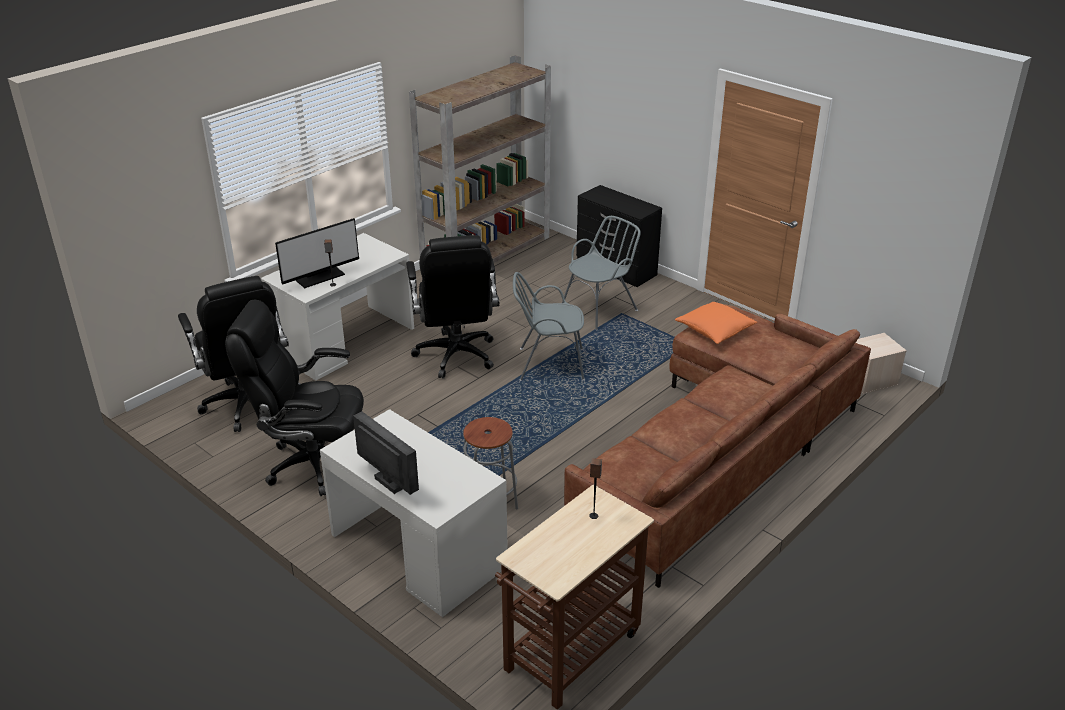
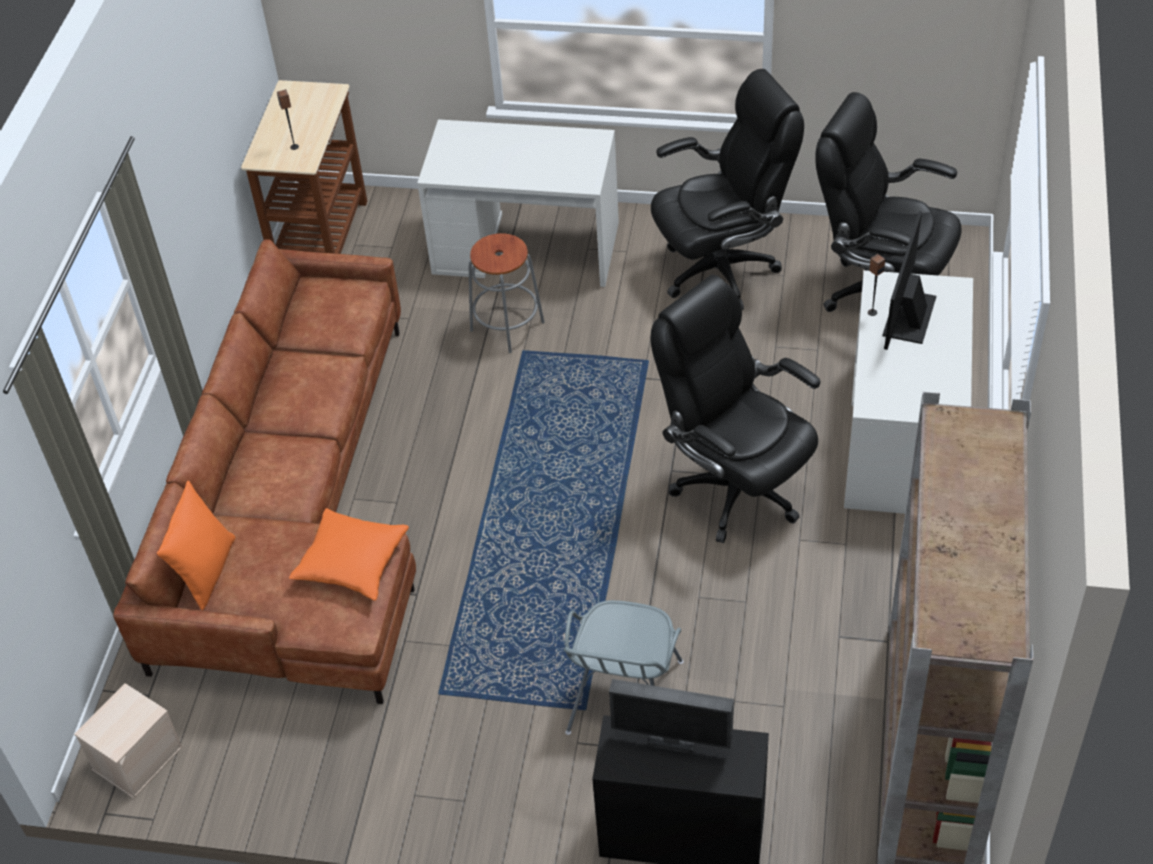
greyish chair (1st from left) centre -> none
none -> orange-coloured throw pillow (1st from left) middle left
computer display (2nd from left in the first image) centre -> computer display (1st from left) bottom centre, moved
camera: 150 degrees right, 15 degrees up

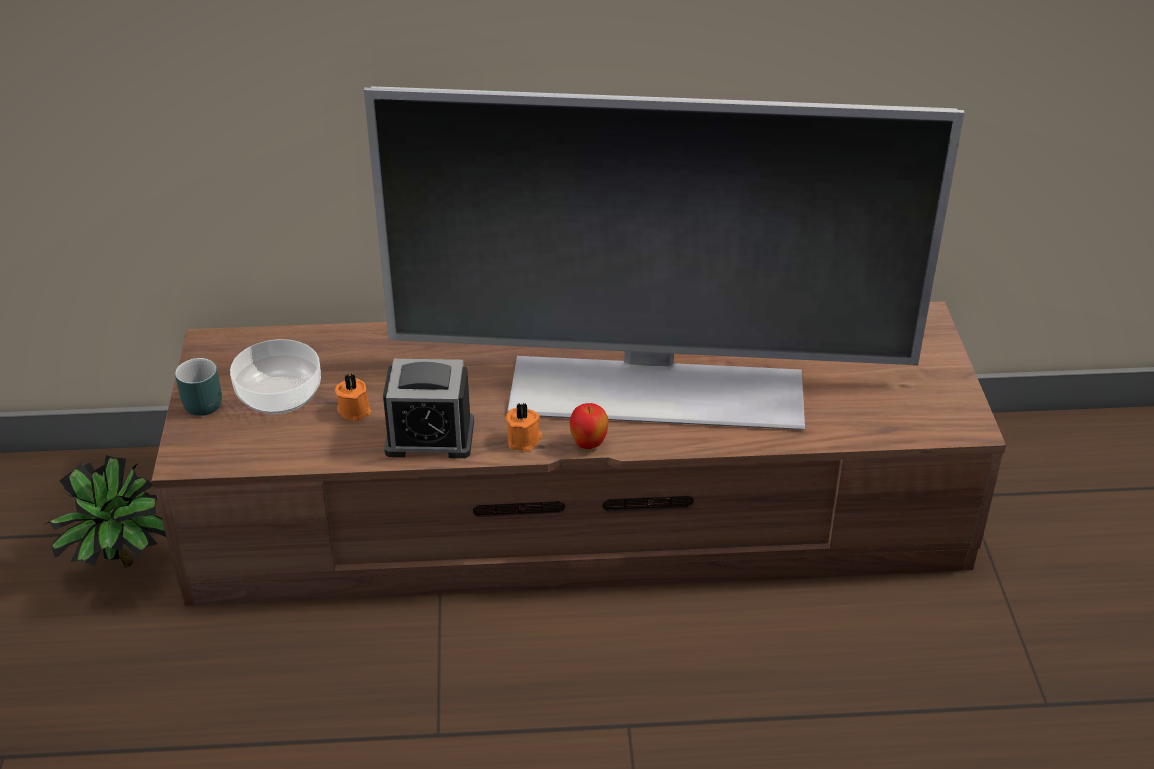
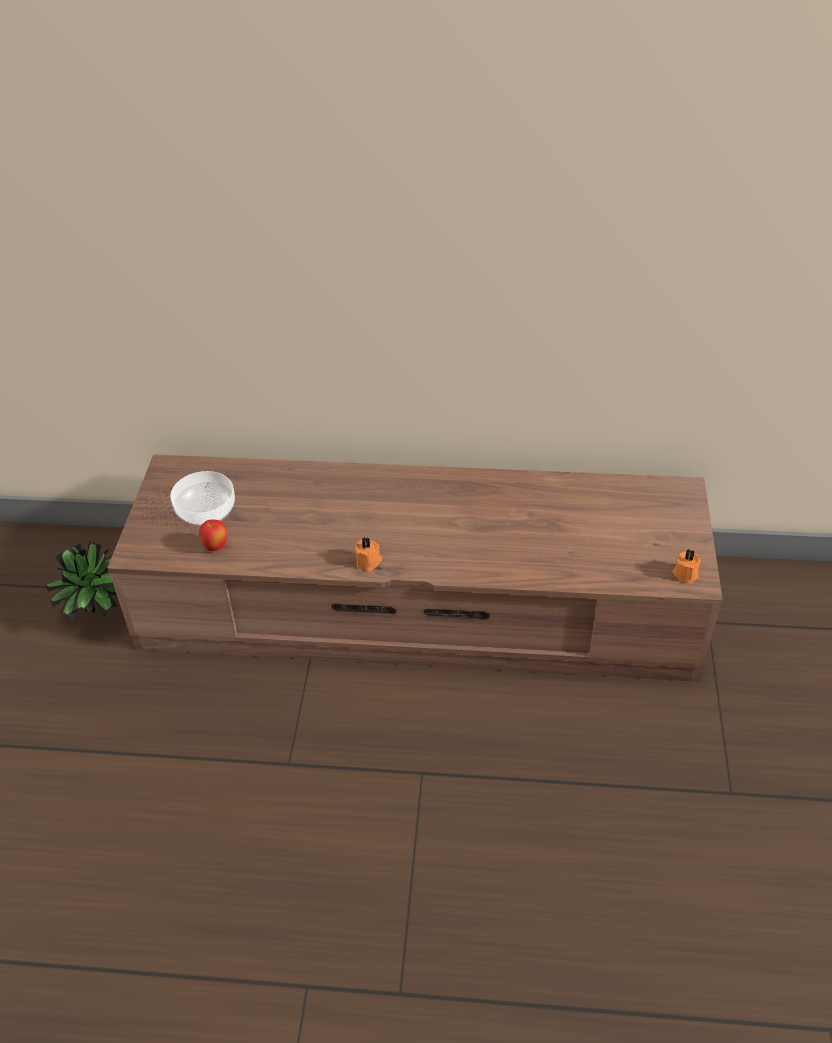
turquoise-coloured coffee mug middle left -> none
television centre -> none
bedside clock centre -> none
orange-coloured wax light (1st from left in the first image) middle left -> orange-coloured wax light (2nd from left) middle right, moved
apple fruit centre -> apple fruit middle left, moved
camera: 10 degrees right, 5 degrees up

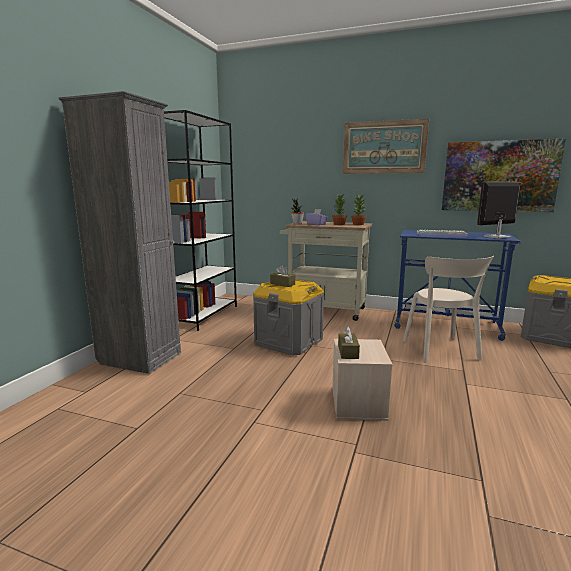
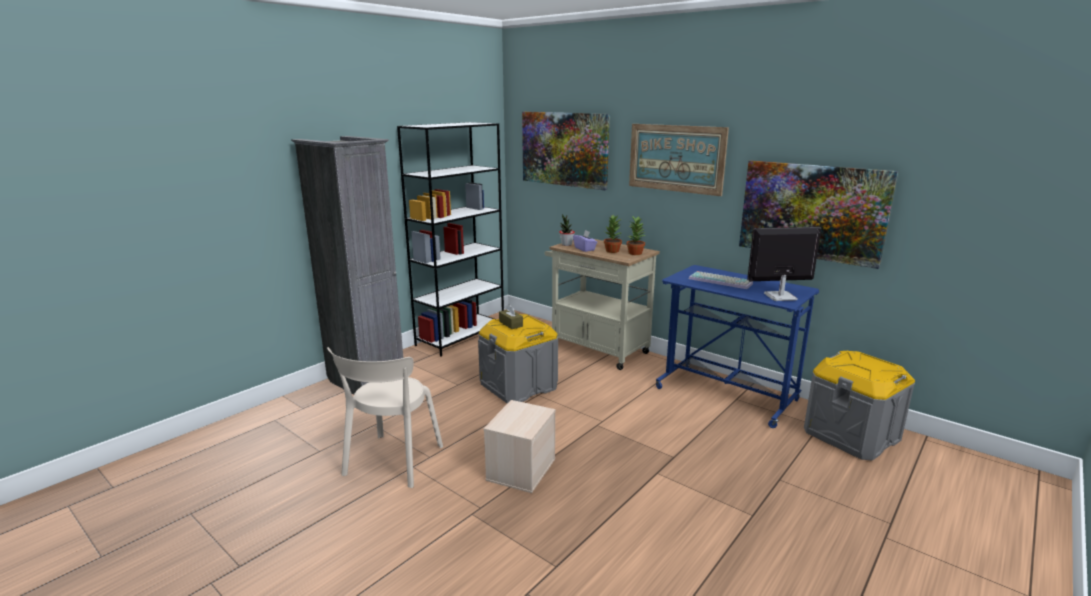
brown box of tissues (2nd from left) centre -> none
none -> picture (1st from left) top centre
sand-coloured chair middle right -> sand-coloured chair bottom centre, moved
camera: 20 degrees right, 5 degrees up

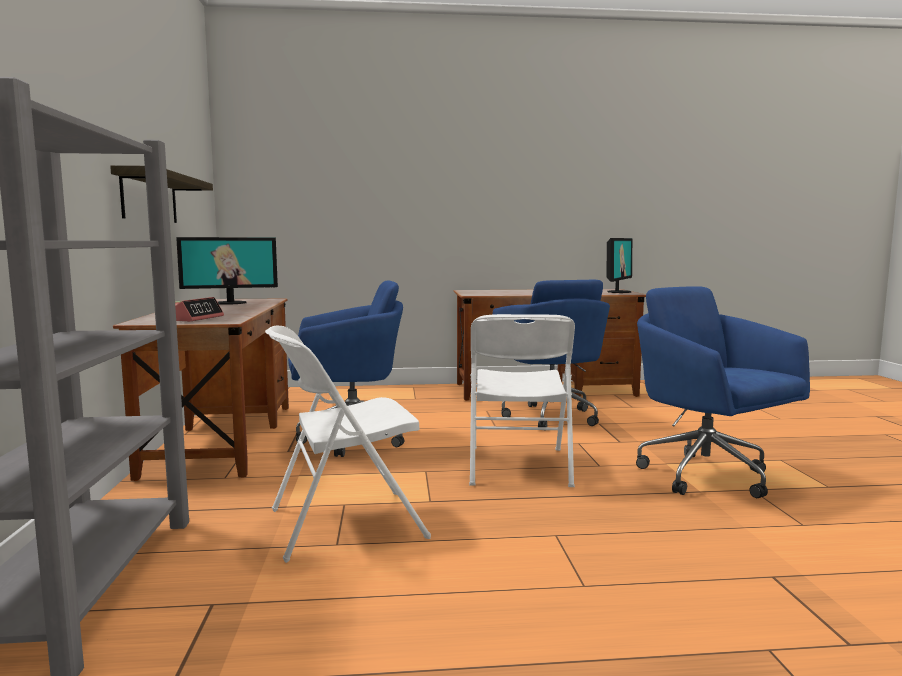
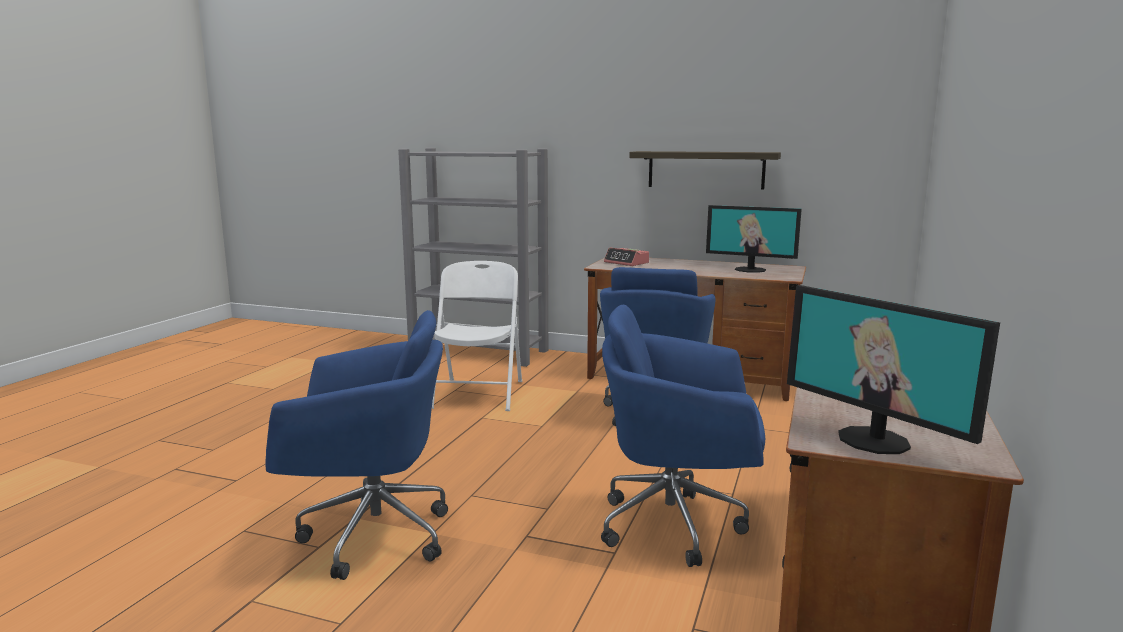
white-coloured chair (2nd from left) centre -> none
computer display (1st from left) middle left -> computer display (1st from left) middle right, 75 degrees counterclockwise
camera: 115 degrees right, 5 degrees up

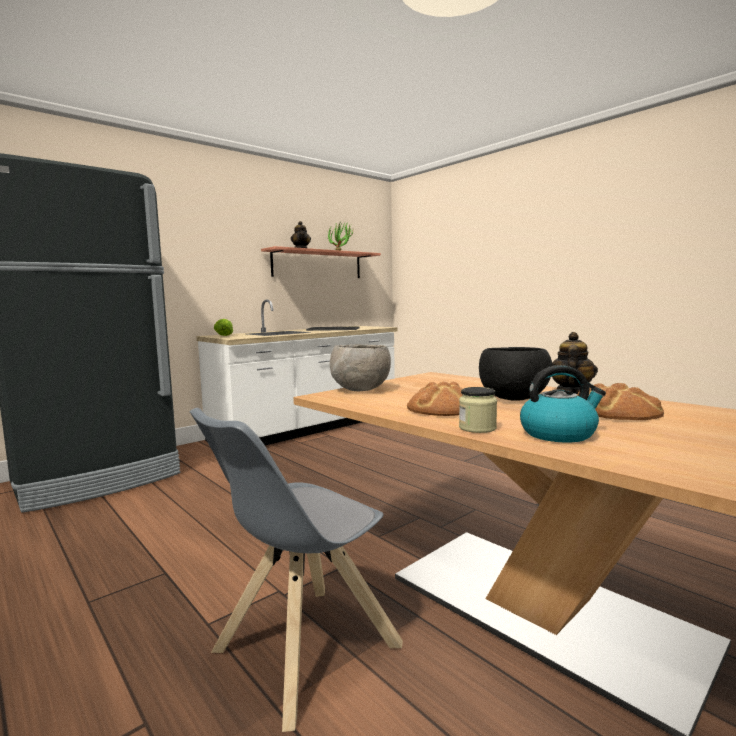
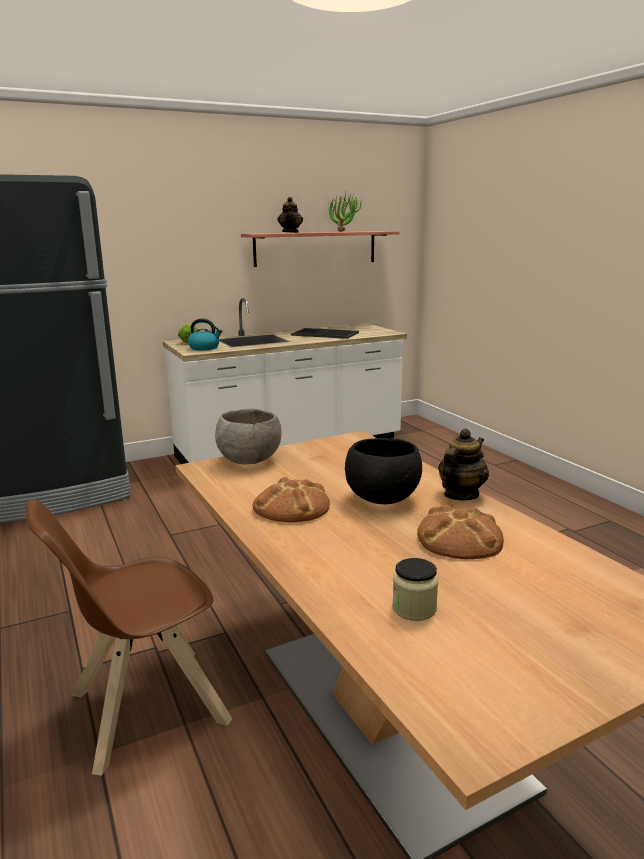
storage jar centre -> storage jar bottom centre, moved
kettle middle right -> kettle middle left, moved
greyish chair bottom centre -> brown chair bottom left
camera: 15 degrees right, 10 degrees up

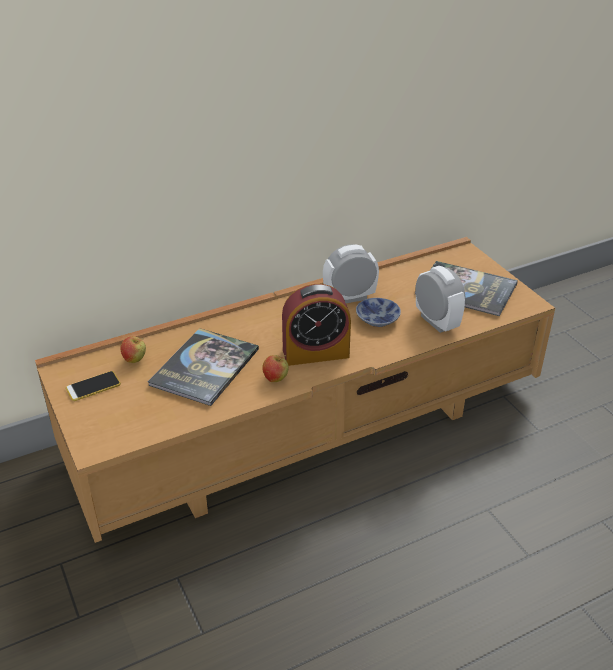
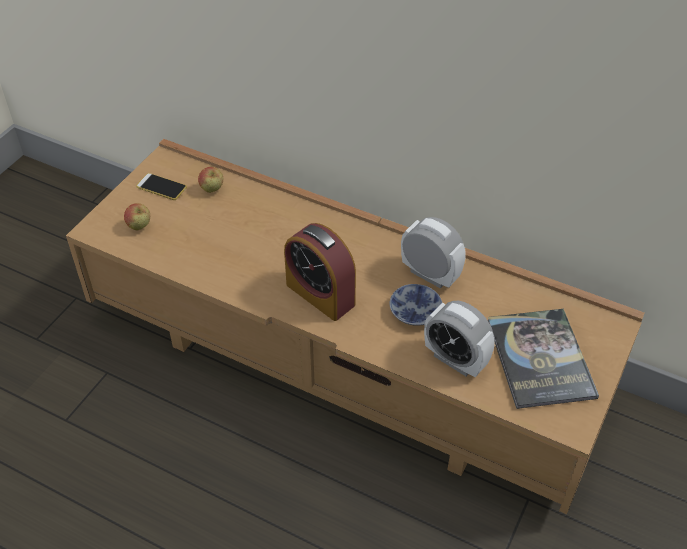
volume (1st from left) middle left -> none
apple fruit (2nd from left in the first image) centre -> apple fruit (1st from left) middle left, moved
bedside clock (3rd from left) middle right, 105 degrees clockwise
camera: 55 degrees right, 10 degrees up

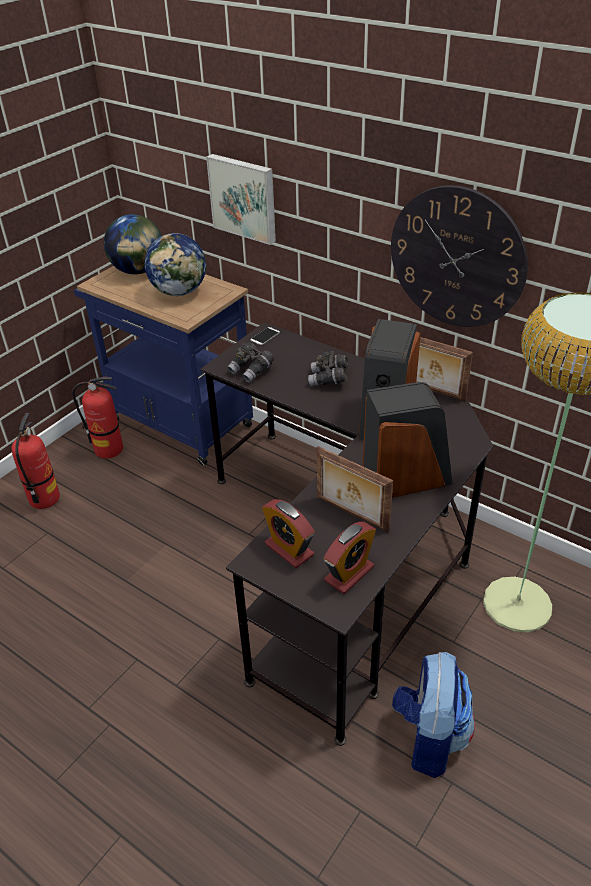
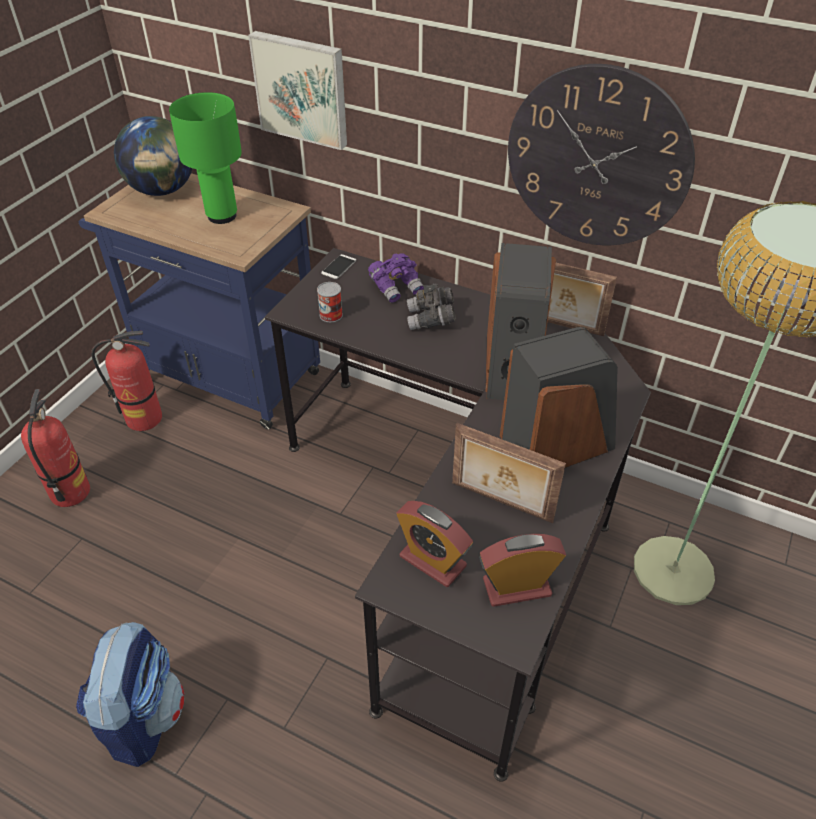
none -> purple field glasses centre
rucksack bottom right -> rucksack bottom left, moved
globe (2nd from left) top left -> green table lamp top left
greyish field glasses (1st from left) centre -> can centre
bedside clock (2nd from left) centre -> bedside clock (2nd from left) bottom centre, 135 degrees counterclockwise
camera: 10 degrees left, 5 degrees up

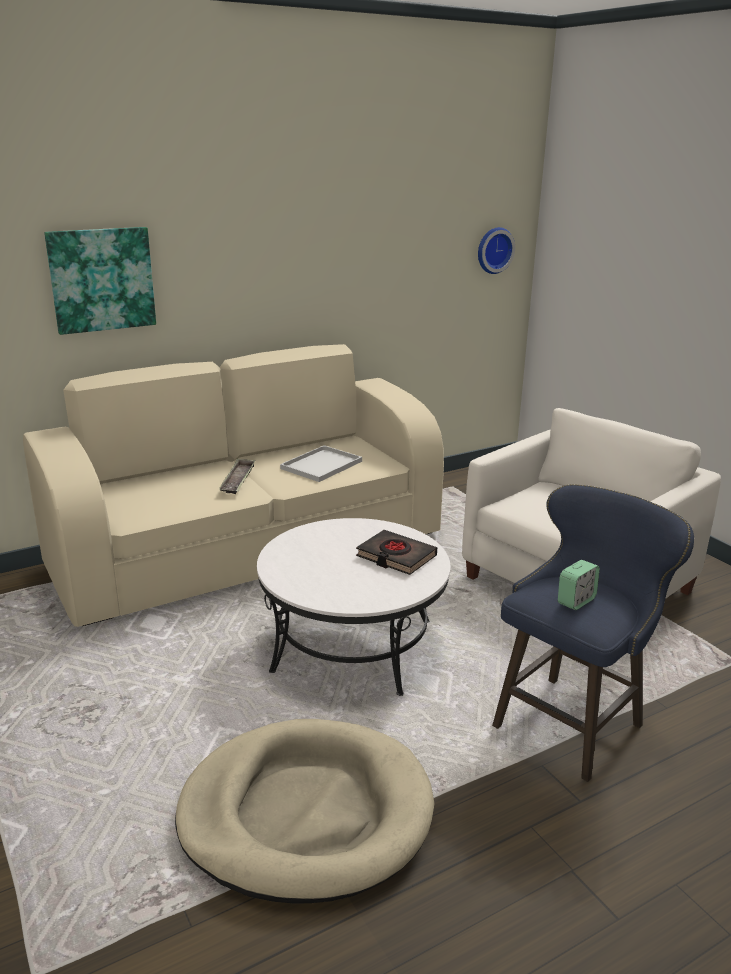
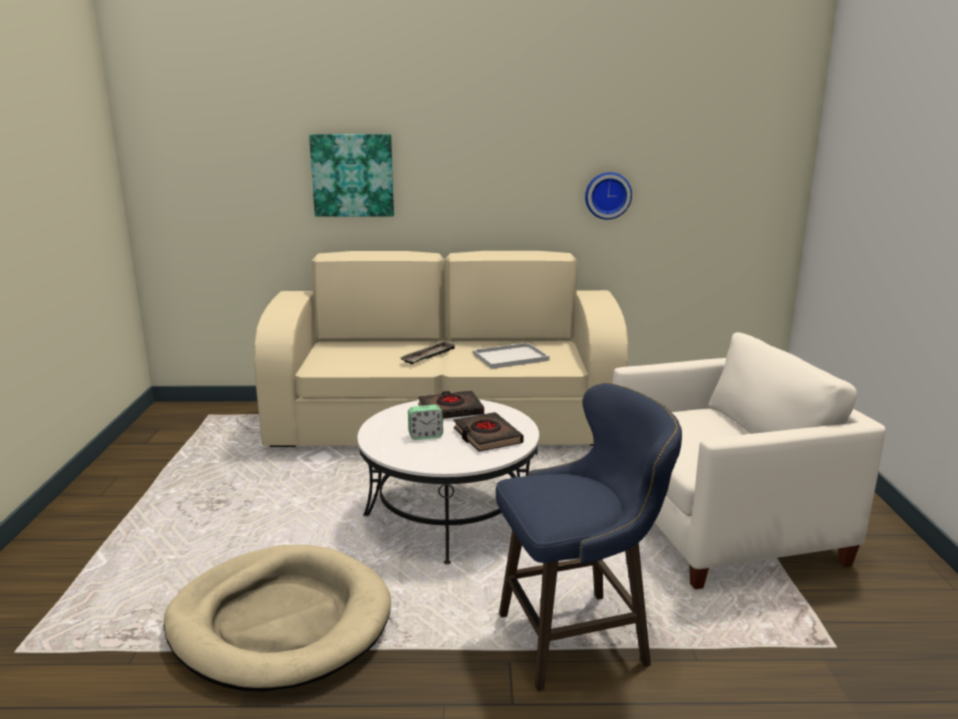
none -> black-coloured volume (1st from left) centre
hanging clock top right -> hanging clock top centre, moved
bedside clock middle right -> bedside clock centre, moved
camera: 30 degrees right, 5 degrees down

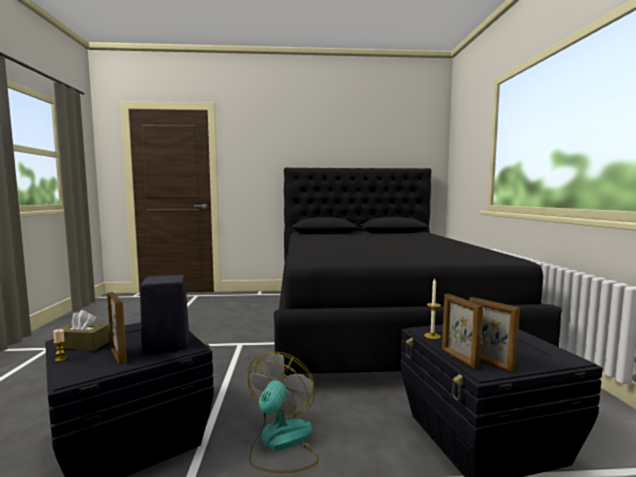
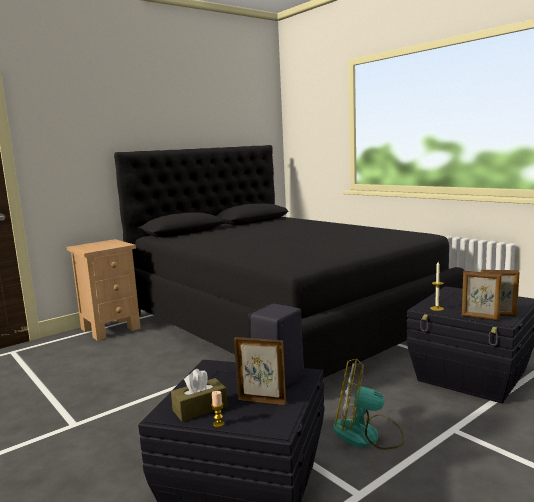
none -> sand-coloured night table middle left
cooling fan bottom centre -> cooling fan bottom right, 60 degrees counterclockwise
camera: 35 degrees left, 5 degrees up

